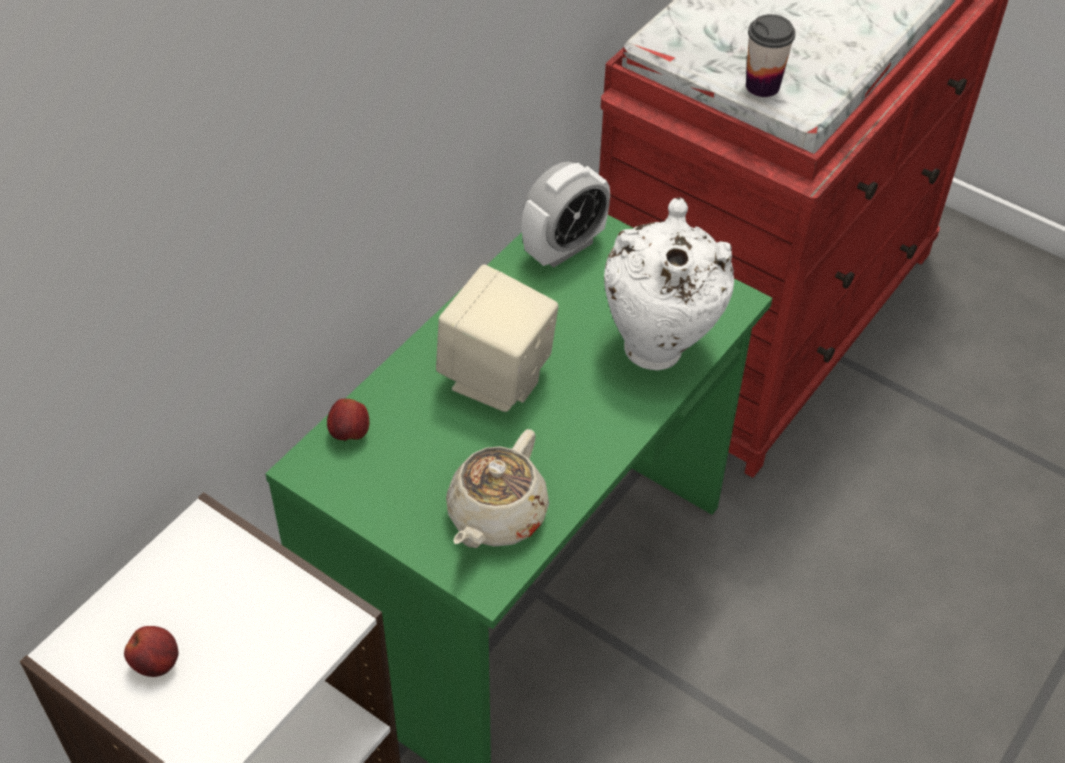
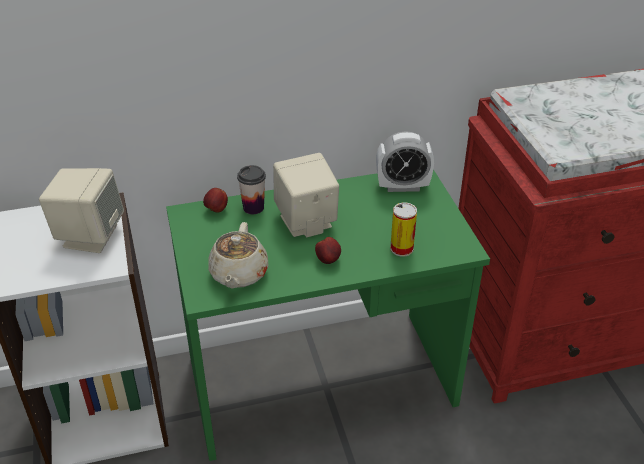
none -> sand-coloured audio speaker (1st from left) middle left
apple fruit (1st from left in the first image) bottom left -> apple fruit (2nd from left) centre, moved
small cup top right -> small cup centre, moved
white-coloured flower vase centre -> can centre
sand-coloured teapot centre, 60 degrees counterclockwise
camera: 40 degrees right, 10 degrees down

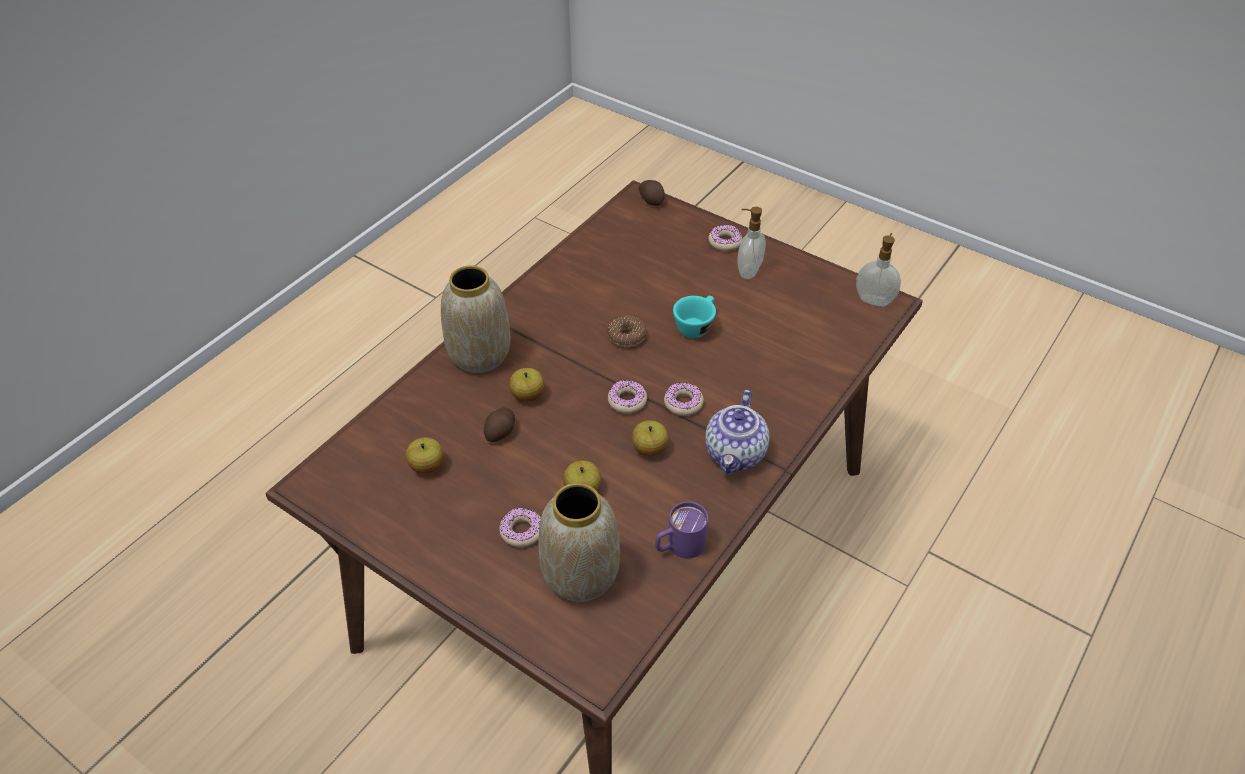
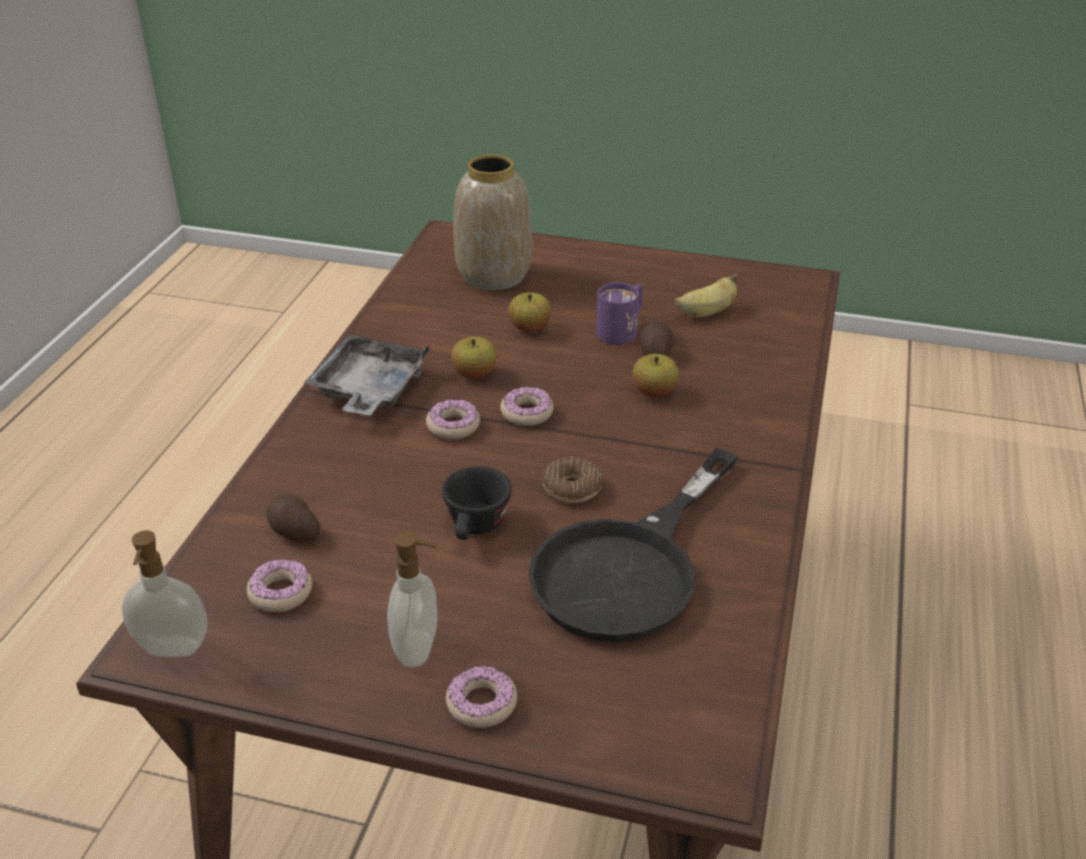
flower vase (1st from left) centre -> none
none -> black-coloured skillet centre
doughnut (1st from left) bottom centre -> doughnut (1st from left) bottom left, moved
potato (2nd from left in the first image) top centre -> potato (1st from left) middle left, moved
purple coffee mug bottom centre -> purple coffee mug centre, moved
apple fruit (1st from left) centre -> whole banana centre
teapot centre -> greyish serving tray centre
turquoise-coloured small cup centre -> black-coloured small cup centre
camera: 160 degrees right, 10 degrees down

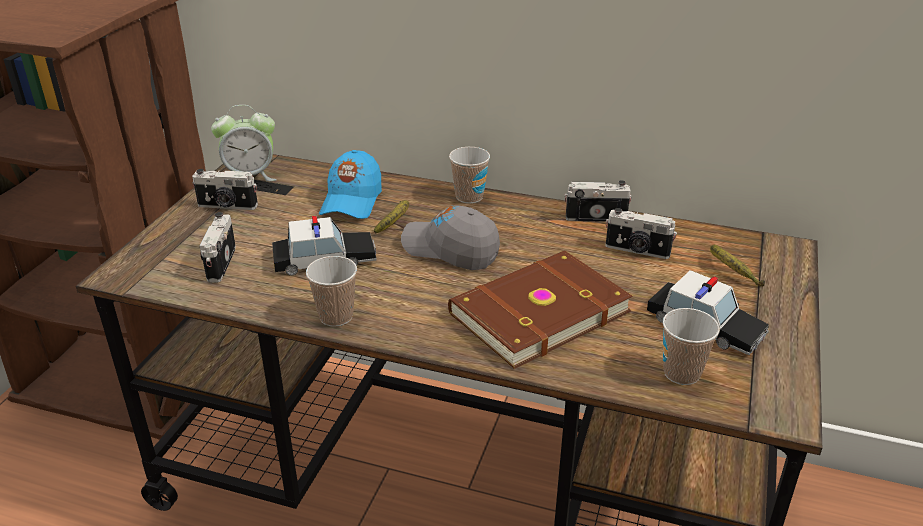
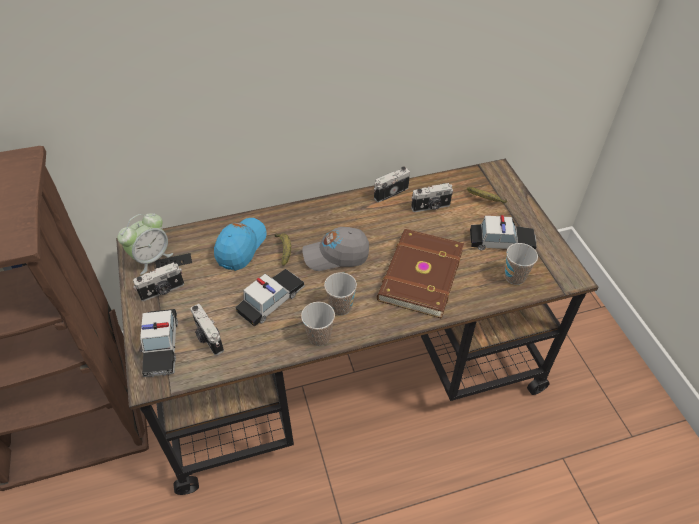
none -> miniature car (1st from left) middle left
small cup (2nd from left) top centre -> small cup (2nd from left) centre, moved
blue peaked cap centre, 135 degrees counterclockwise
camera: 35 degrees left, 15 degrees up

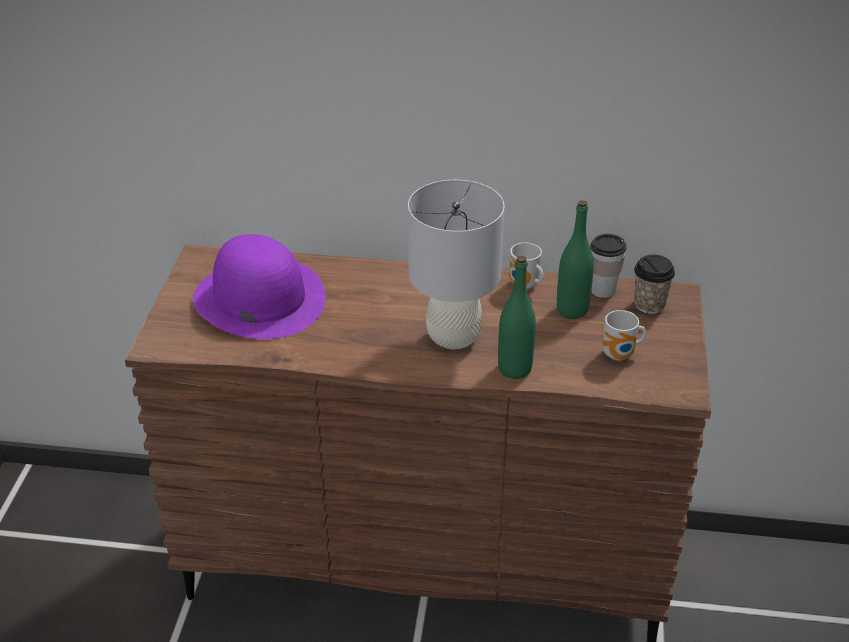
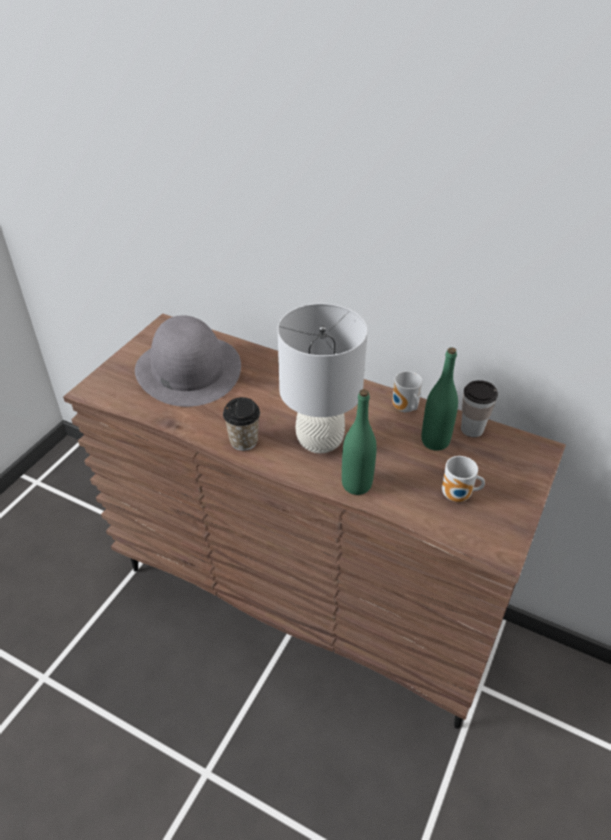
small cup (2nd from left in the first image) middle right -> small cup (1st from left) centre, moved
purple clothing hat middle left -> greyish clothing hat middle left
camera: 20 degrees right, 5 degrees up

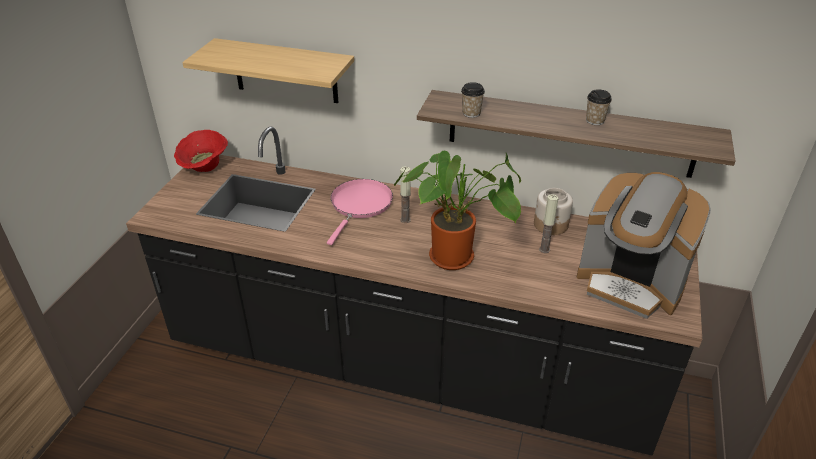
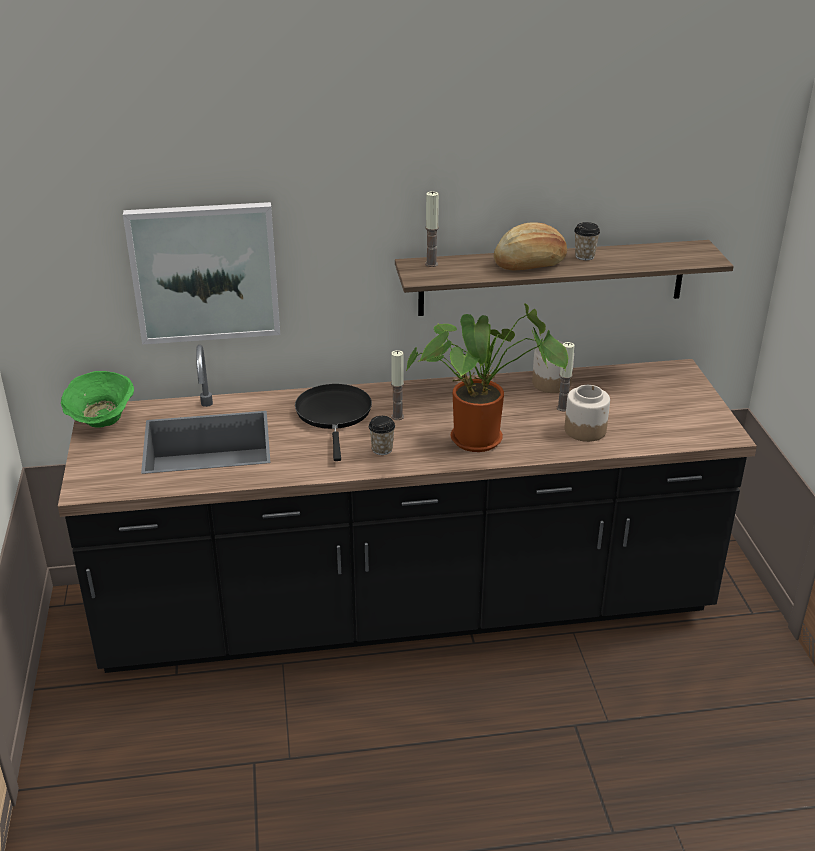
coffee machine middle right -> none
none -> wax light (2nd from left) top centre
none -> bread top centre
none -> storage jar (2nd from left) middle right
small cup (1st from left) top centre -> small cup (1st from left) centre, moved
shelf (1st from left) top left -> picture top left
red serving bowl top left -> green serving bowl middle left
pinkish skillet centre -> black-coloured skillet centre
camera: 25 degrees left, 5 degrees down

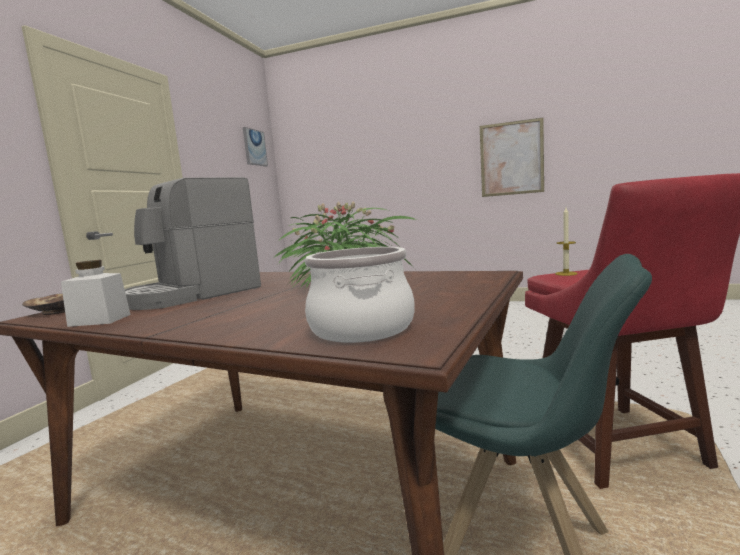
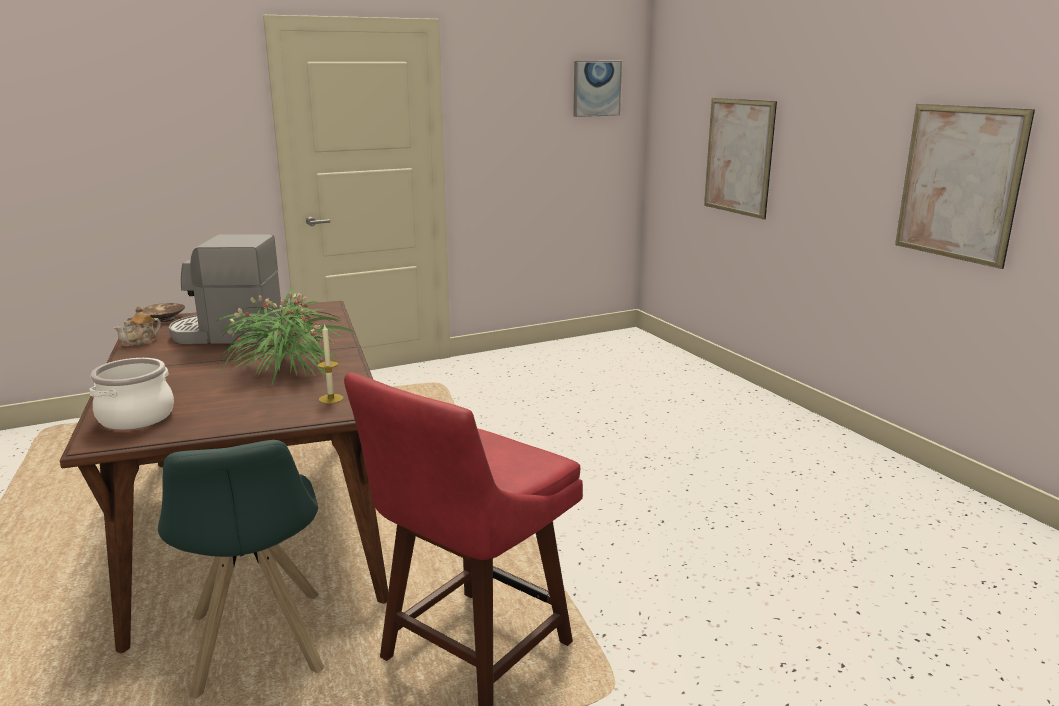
none -> picture (2nd from left) top right
wax light middle right -> wax light middle left, moved
white-coloured storage jar middle left -> teapot middle left
camera: 45 degrees right, 10 degrees up

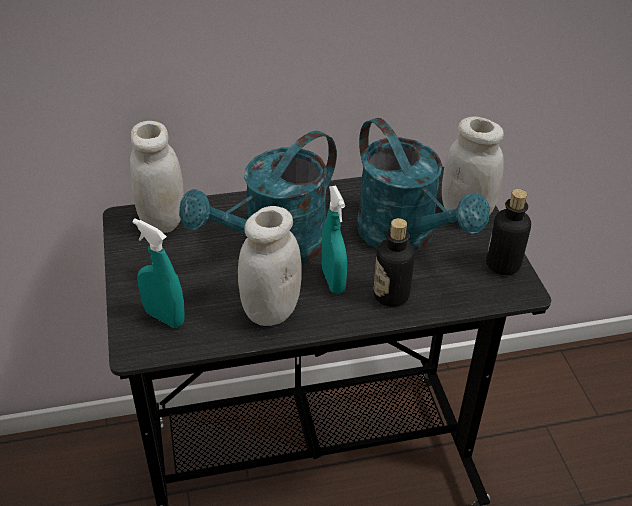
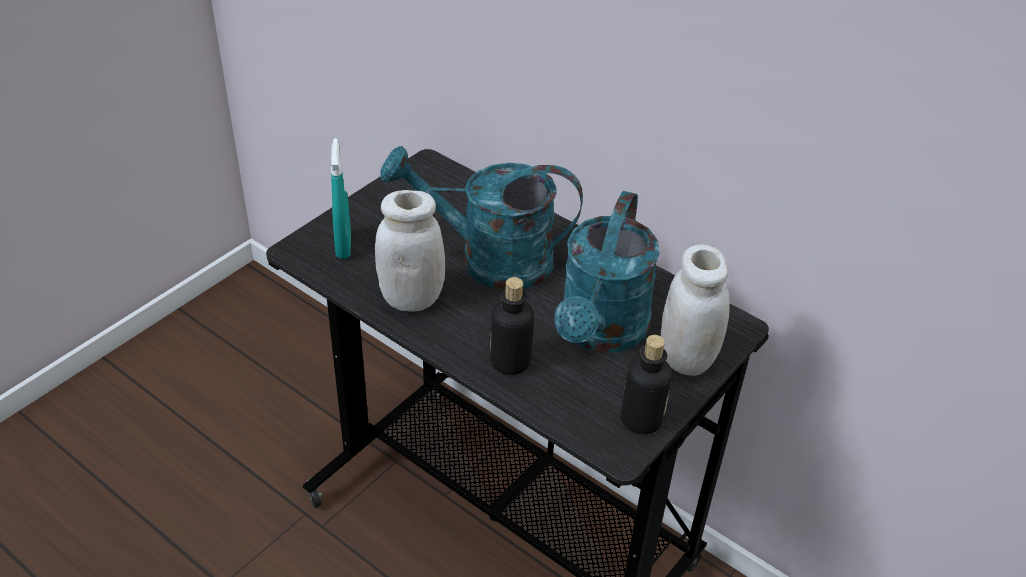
white-coloured storage jar (1st from left) middle left -> none
turquoise-coloured sprayer (2nd from left) centre -> none
camera: 50 degrees right, 0 degrees up

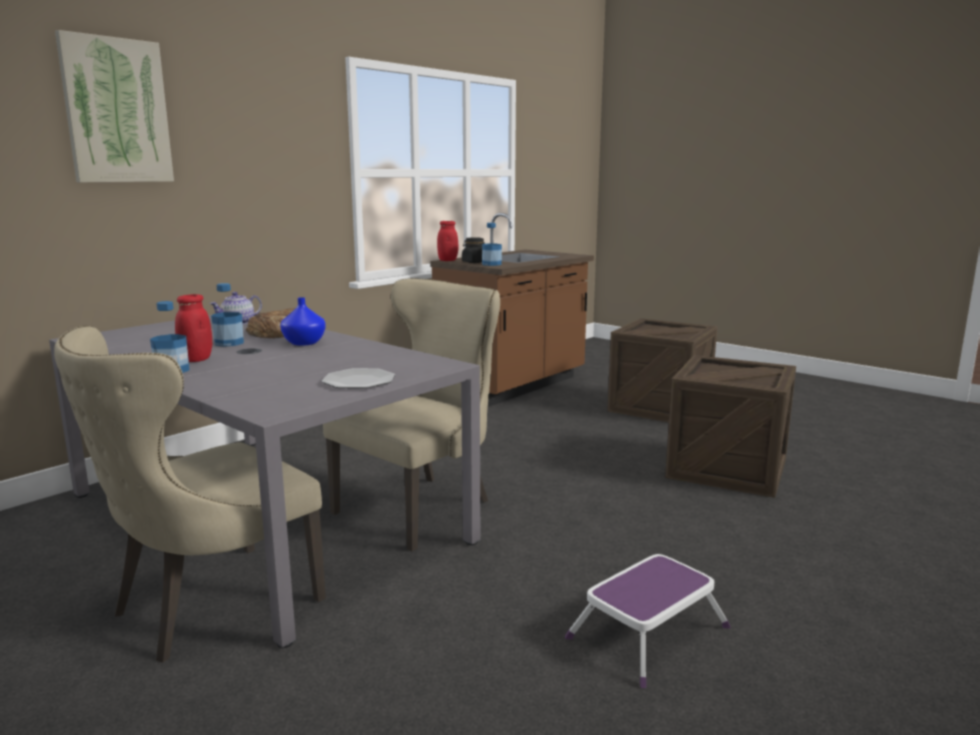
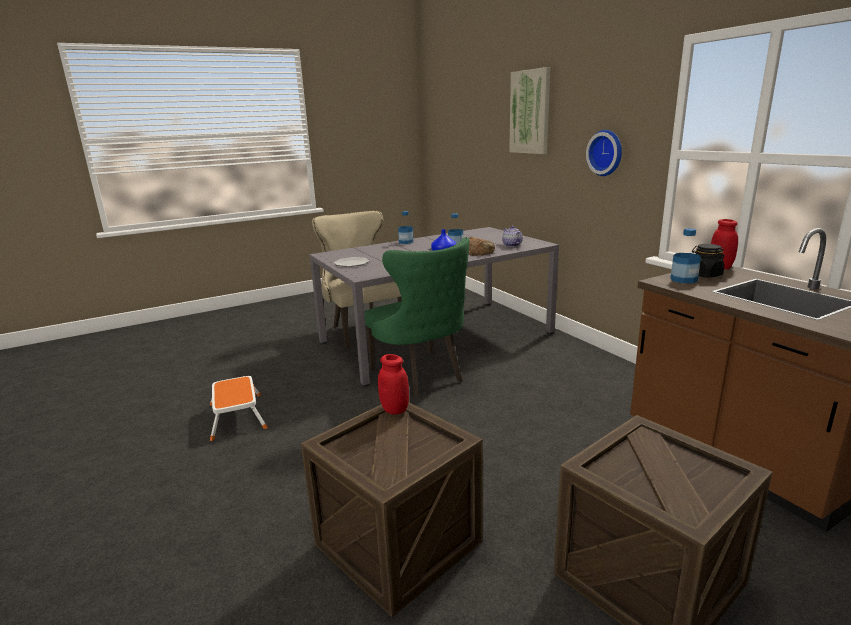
none -> hanging clock top right
red storage jar (1st from left) middle left -> red storage jar (1st from left) centre, moved
sand-coloured chair (2nd from left) centre -> green chair centre
purple step stool bottom centre -> orange-coloured step stool middle left
camera: 110 degrees right, 5 degrees up

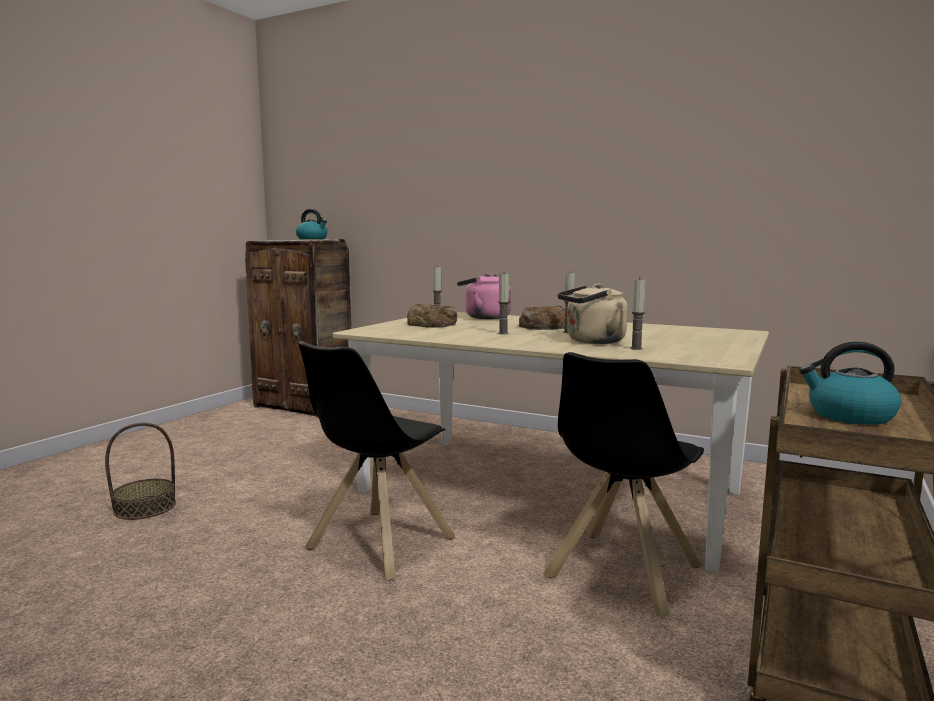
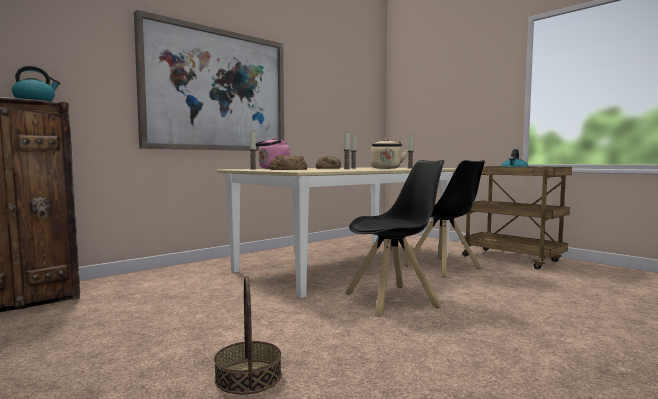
none -> picture top left
black-coloured chair (1st from left) centre, 75 degrees counterclockwise
camera: 70 degrees left, 5 degrees down

